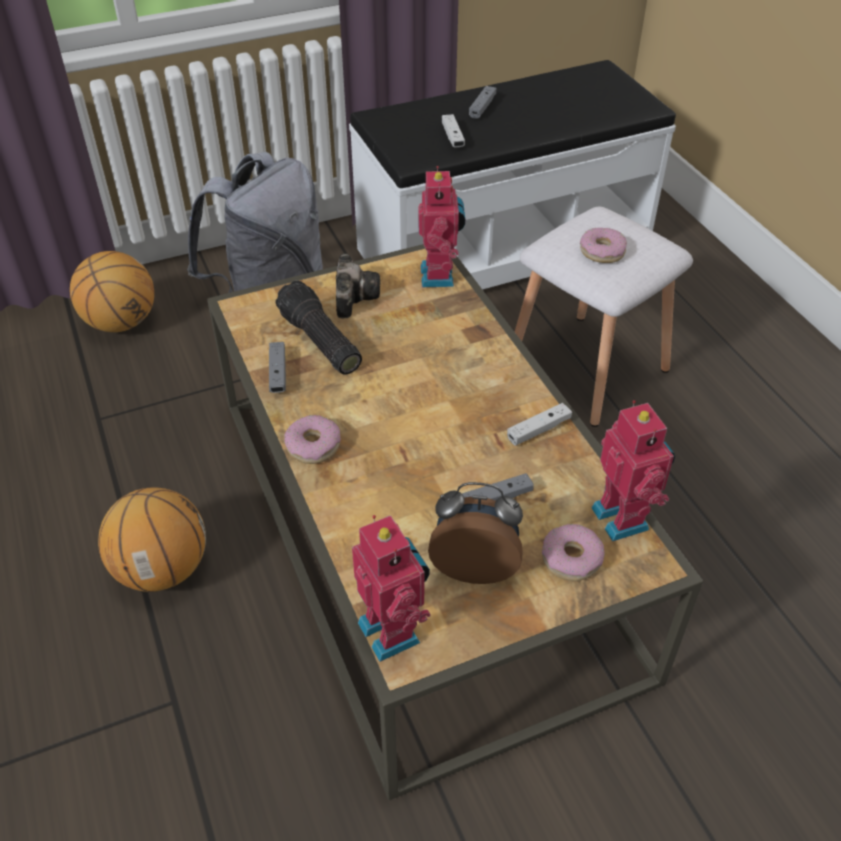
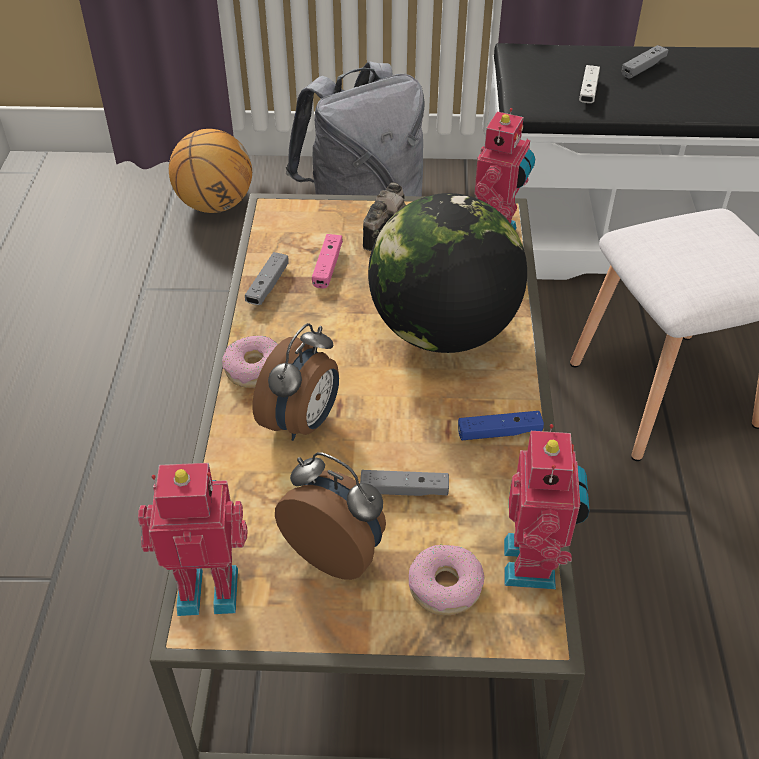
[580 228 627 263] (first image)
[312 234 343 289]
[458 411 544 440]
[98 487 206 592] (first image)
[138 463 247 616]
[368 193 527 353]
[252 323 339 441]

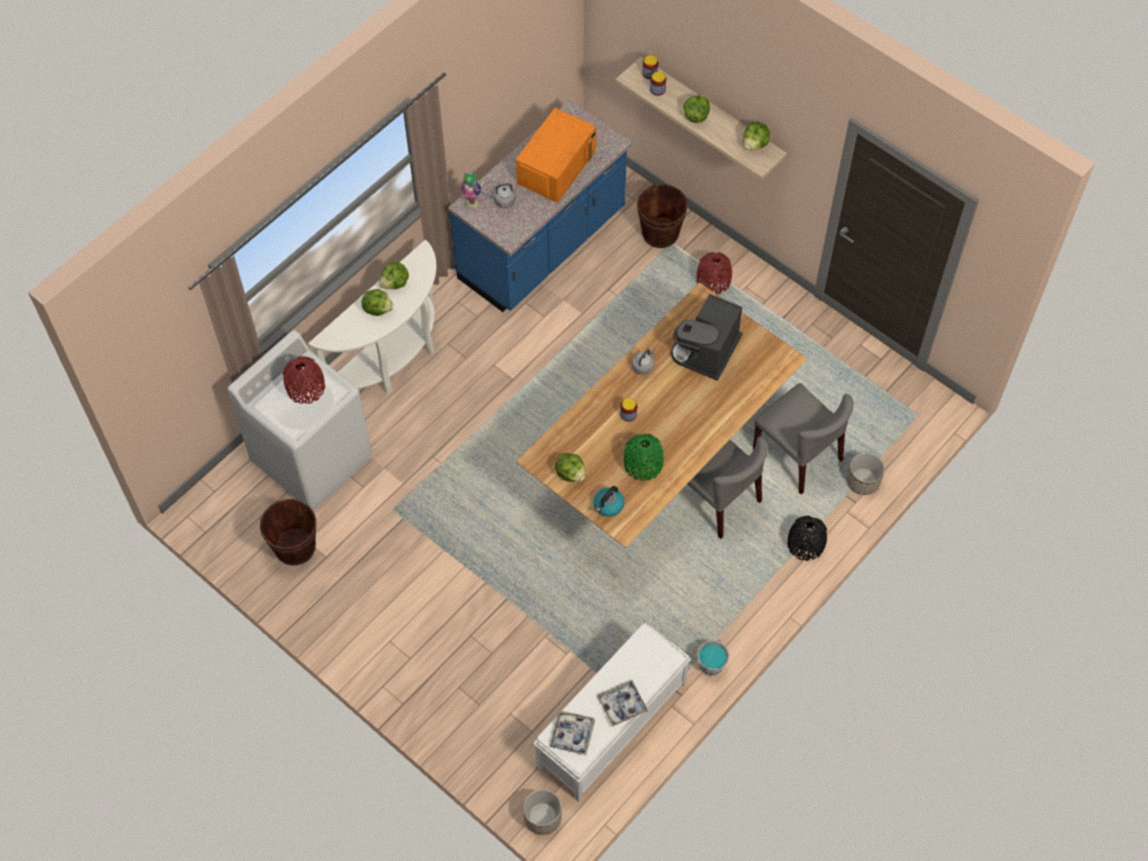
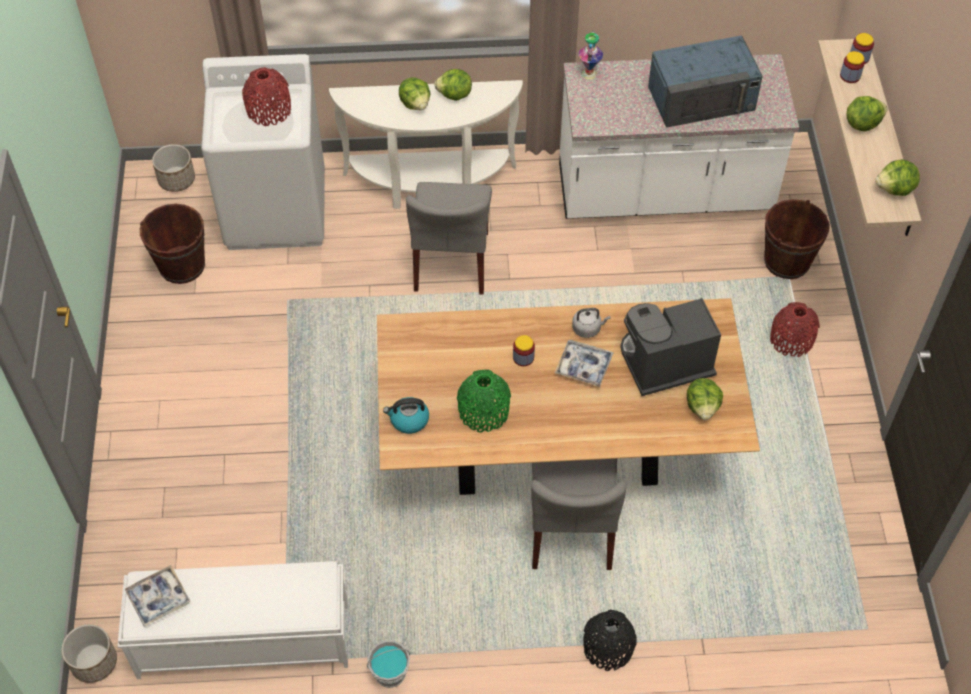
[559 54 799 219]
[648 35 763 127]
[487 183 516 208] (first image)
[406 182 492 295]
[687 378 723 420]
[152 144 195 192]
[554 340 614 387]

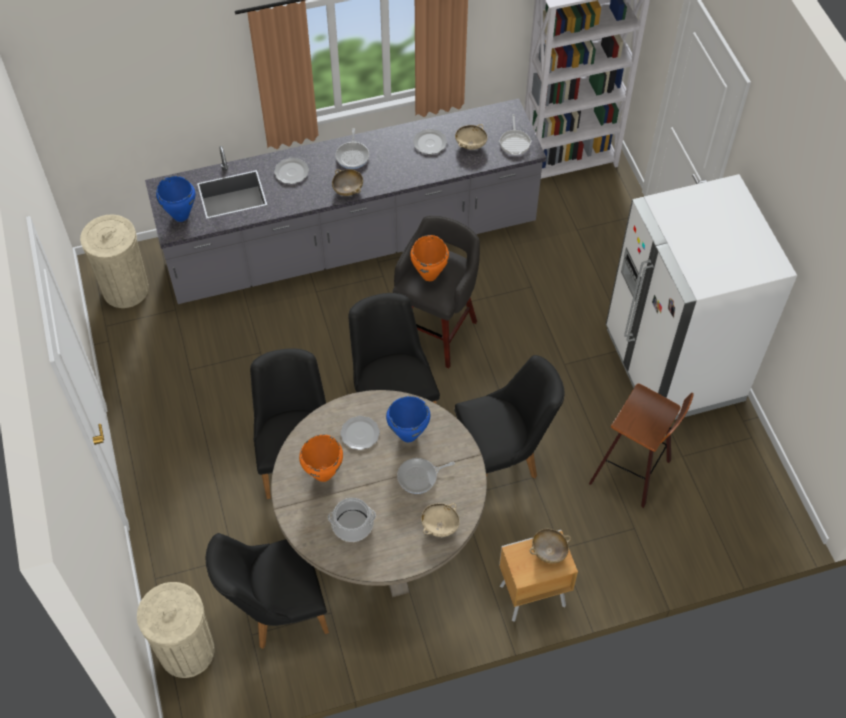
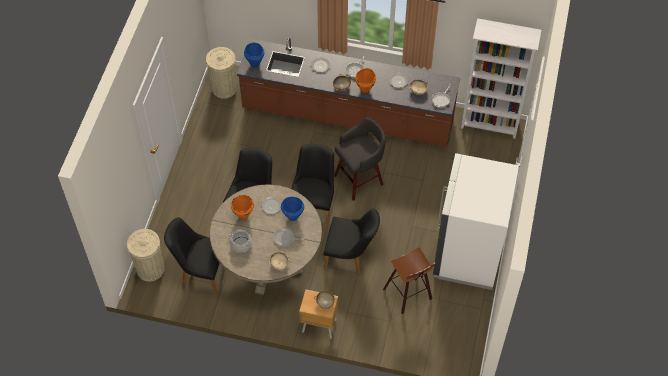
[237 38 460 147]
[355 68 376 93]

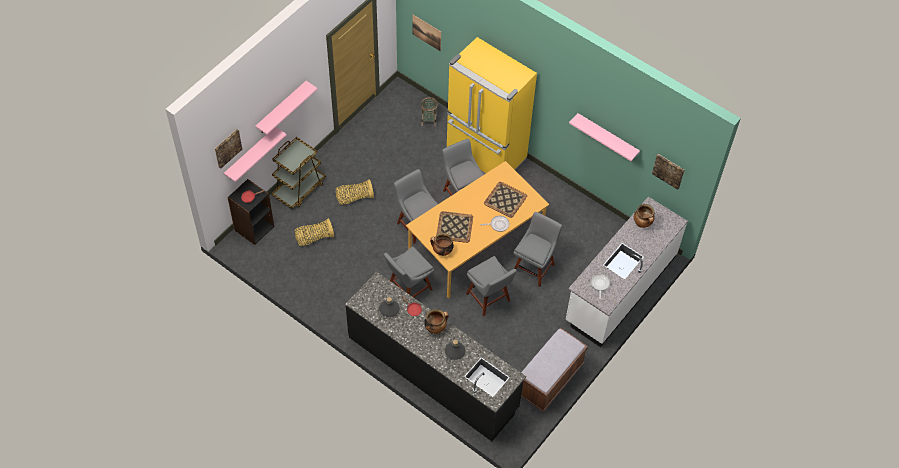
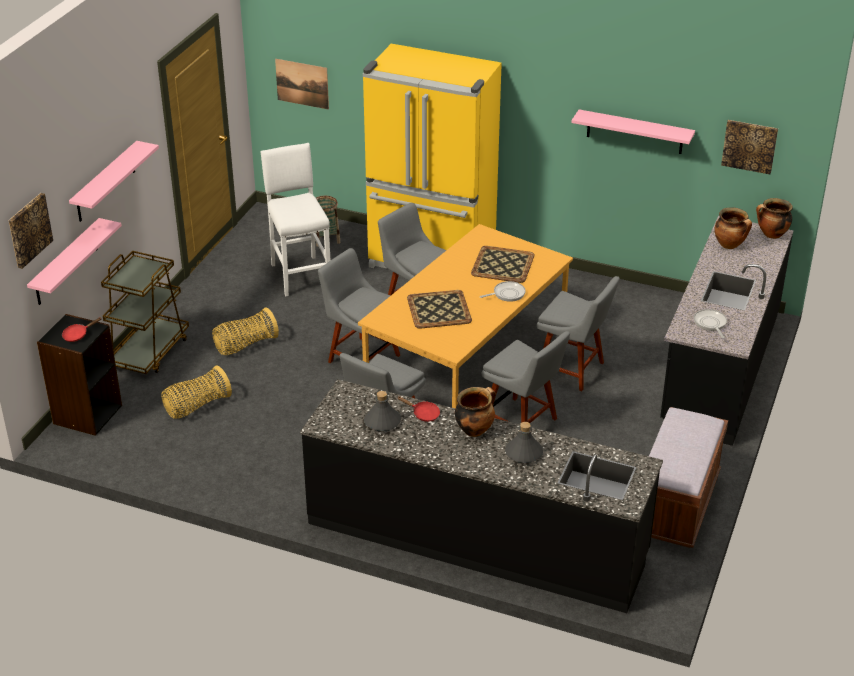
[660 216 794 446]
[537 276 620 391]
[756 198 793 239]
[260 143 331 296]

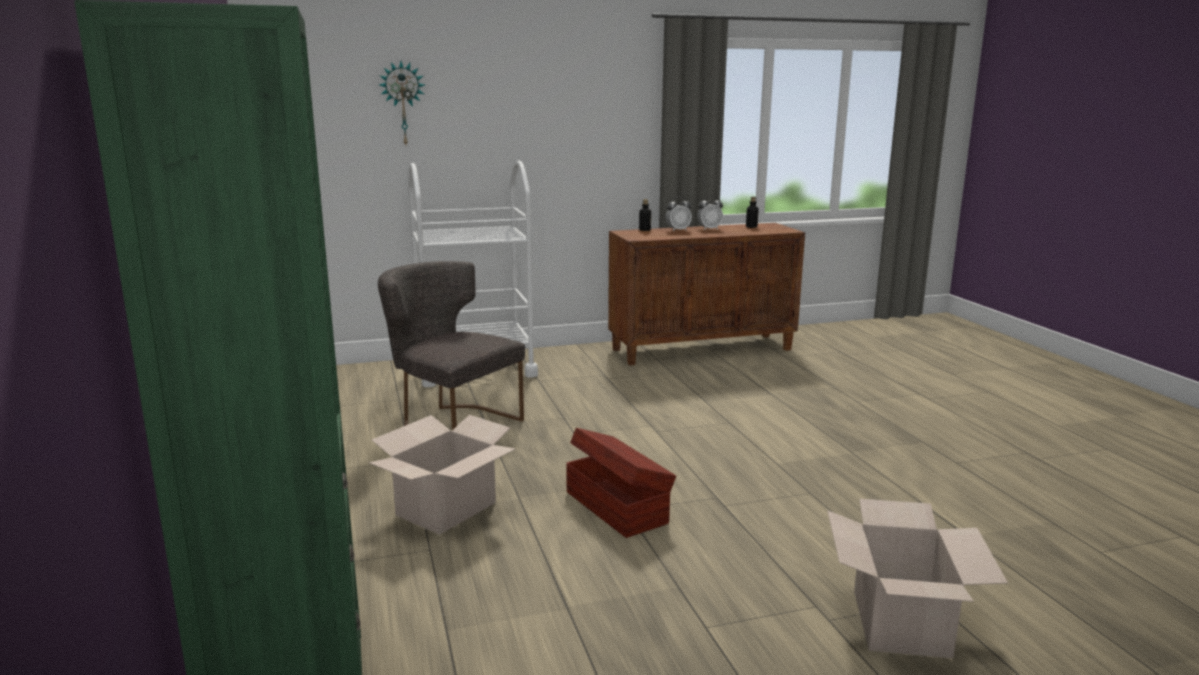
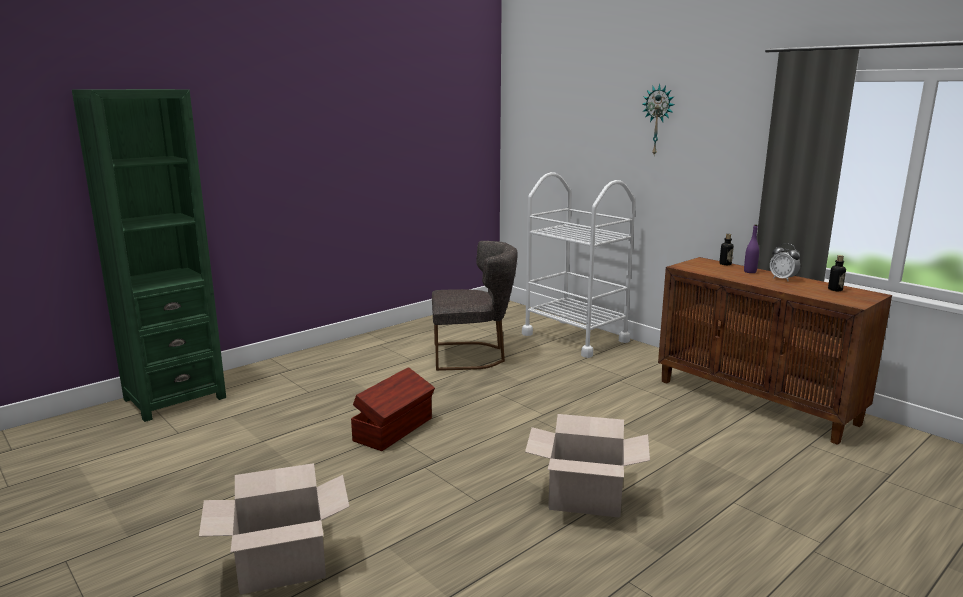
[642 84 675 155]
[744 224 759 273]
[432 241 518 371]
[525 414 650 518]

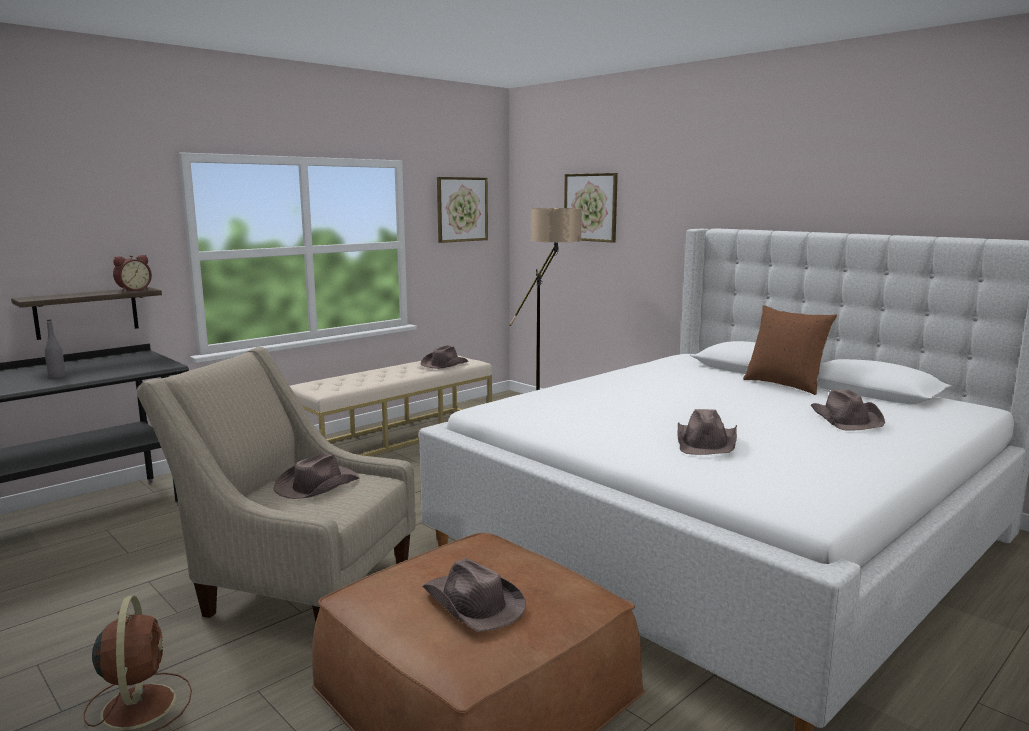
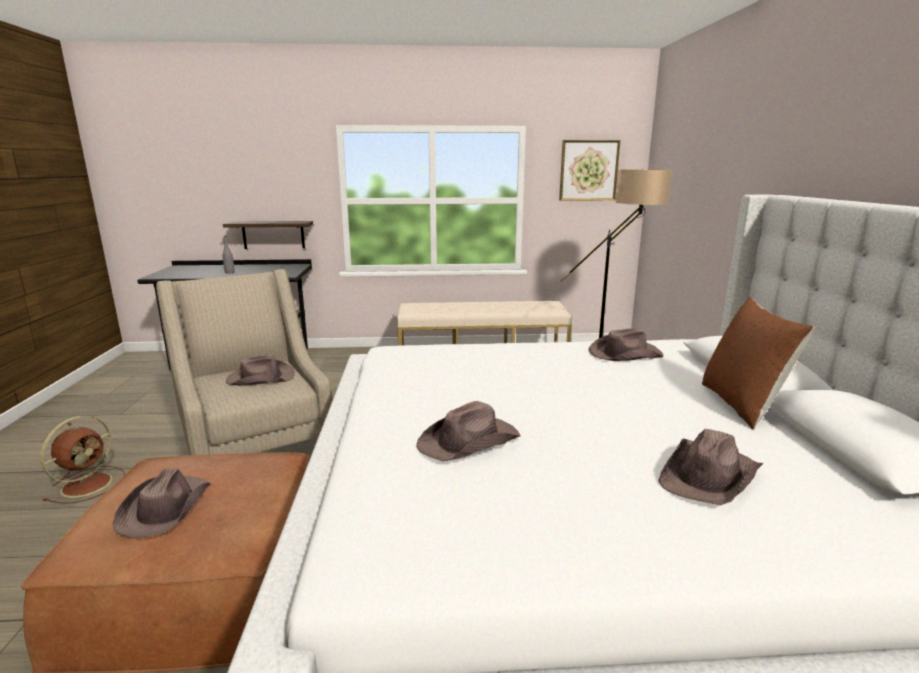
[564 173 618 243] (first image)
[113 255 152 292] (first image)
[589 328 664 361]

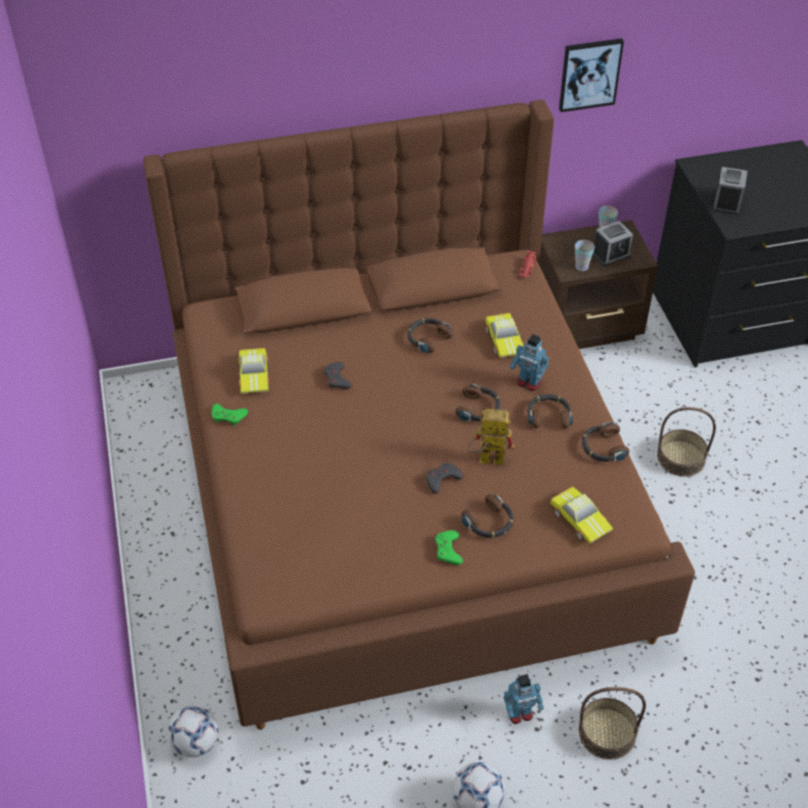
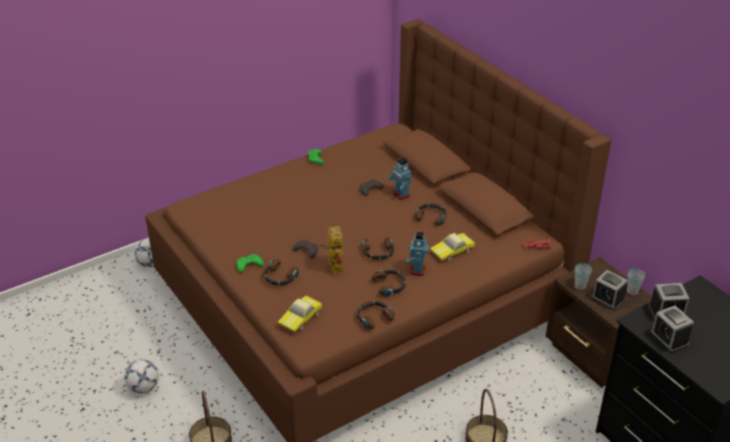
[559 38 624 112] (first image)
[238 348 269 394] (first image)
[387 157 412 200]
[650 305 694 353]

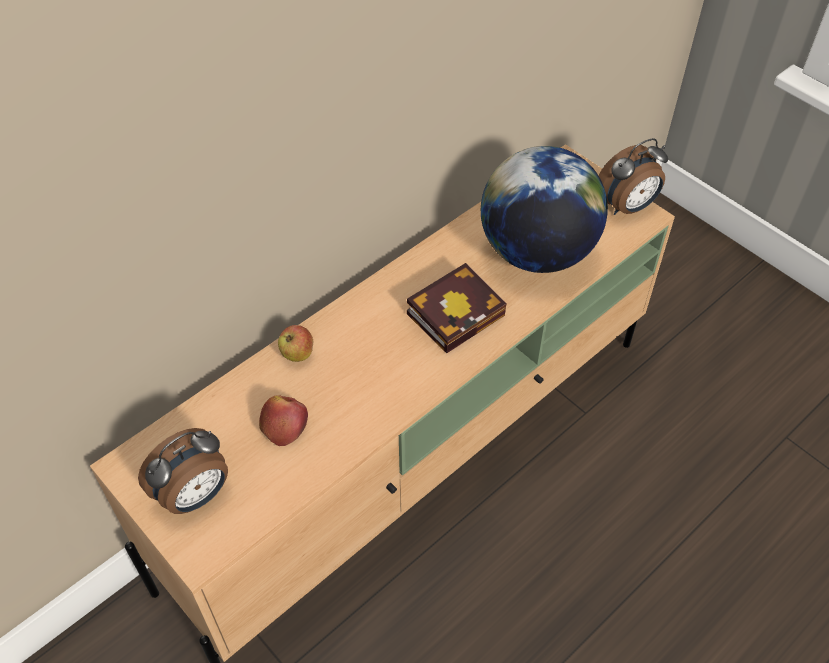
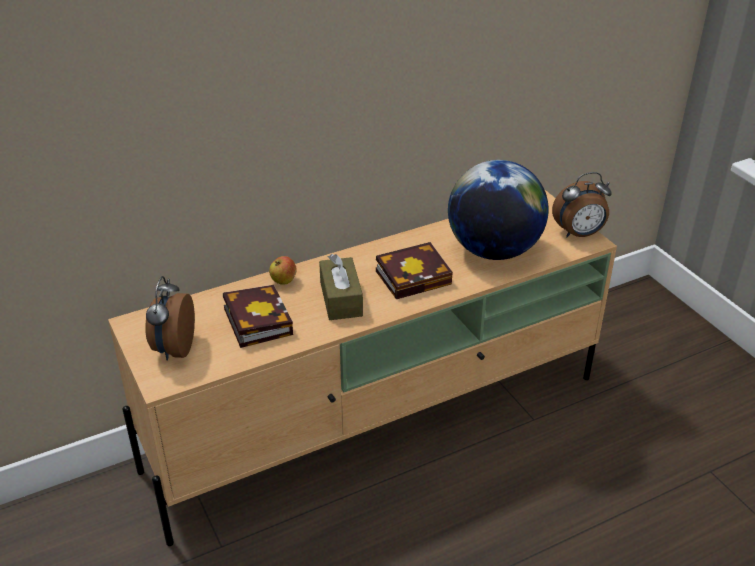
[223 285 293 348]
[145 276 195 361]
[319 254 363 320]

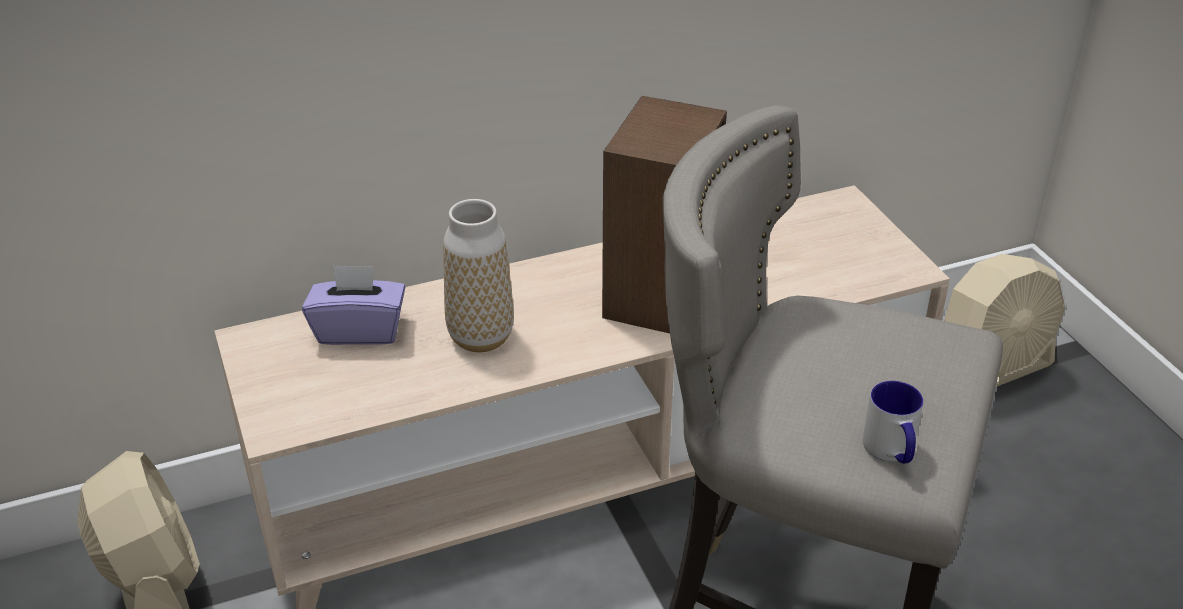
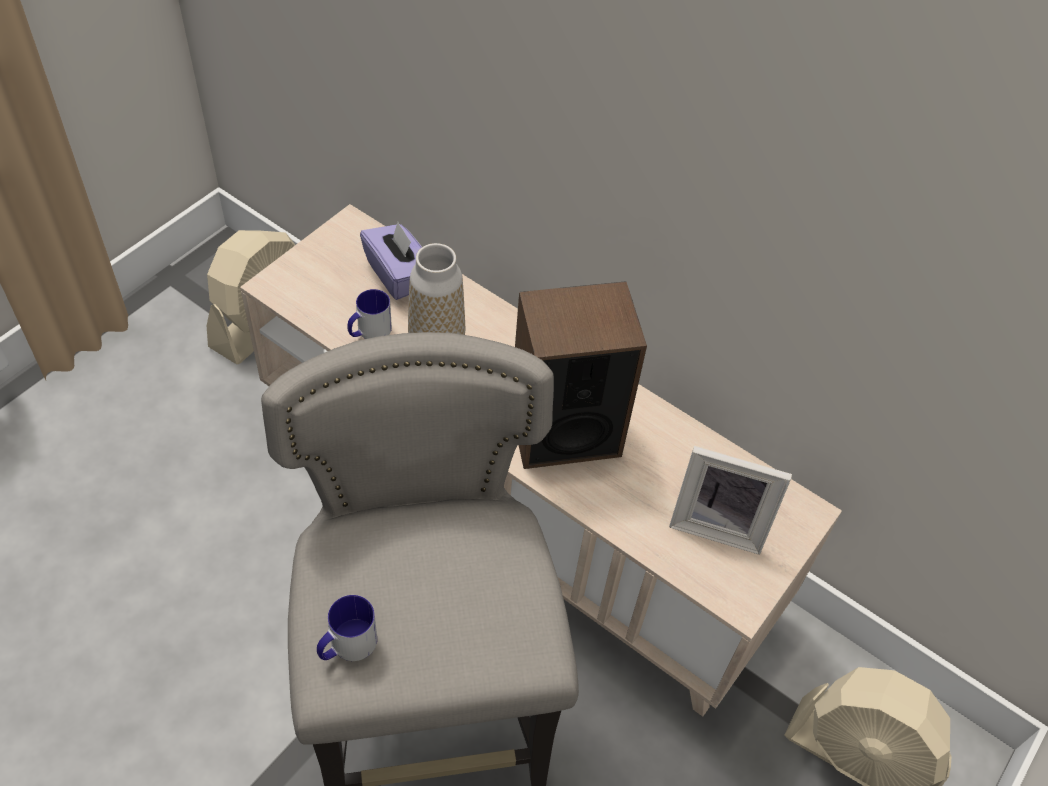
[347 289 392 339]
[669 446 792 555]

